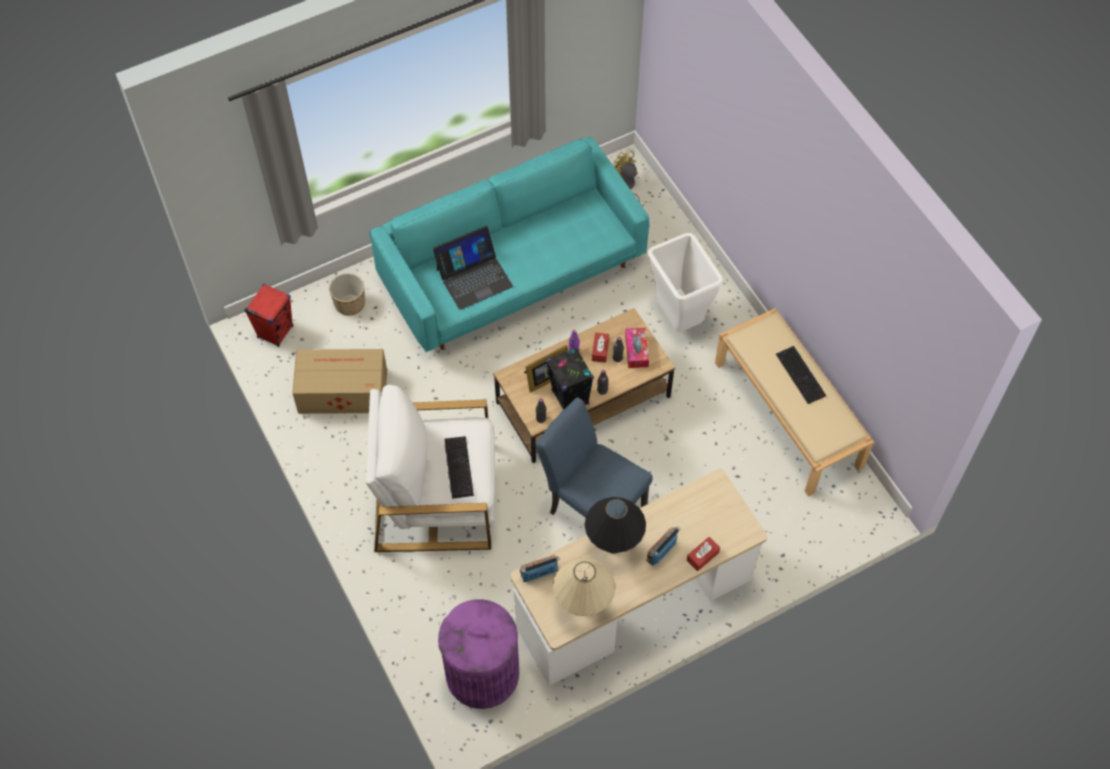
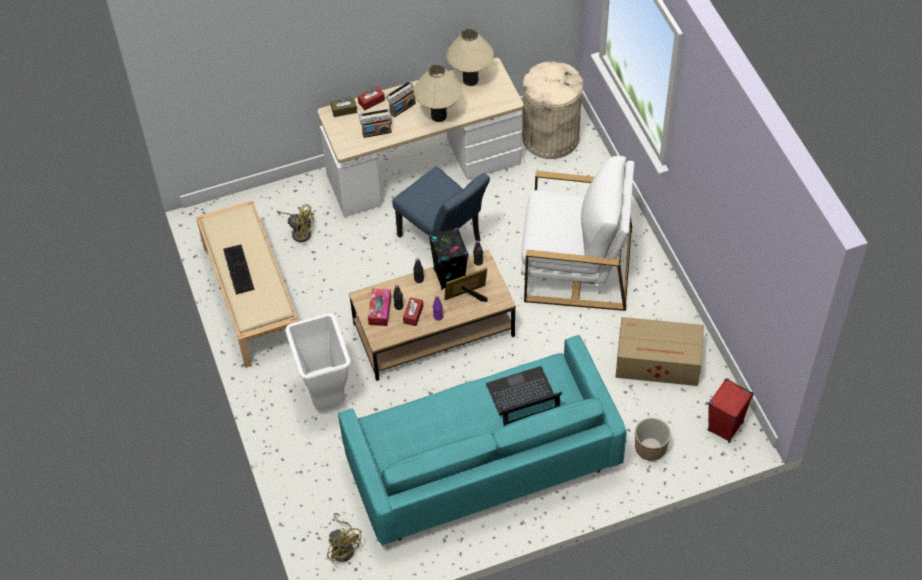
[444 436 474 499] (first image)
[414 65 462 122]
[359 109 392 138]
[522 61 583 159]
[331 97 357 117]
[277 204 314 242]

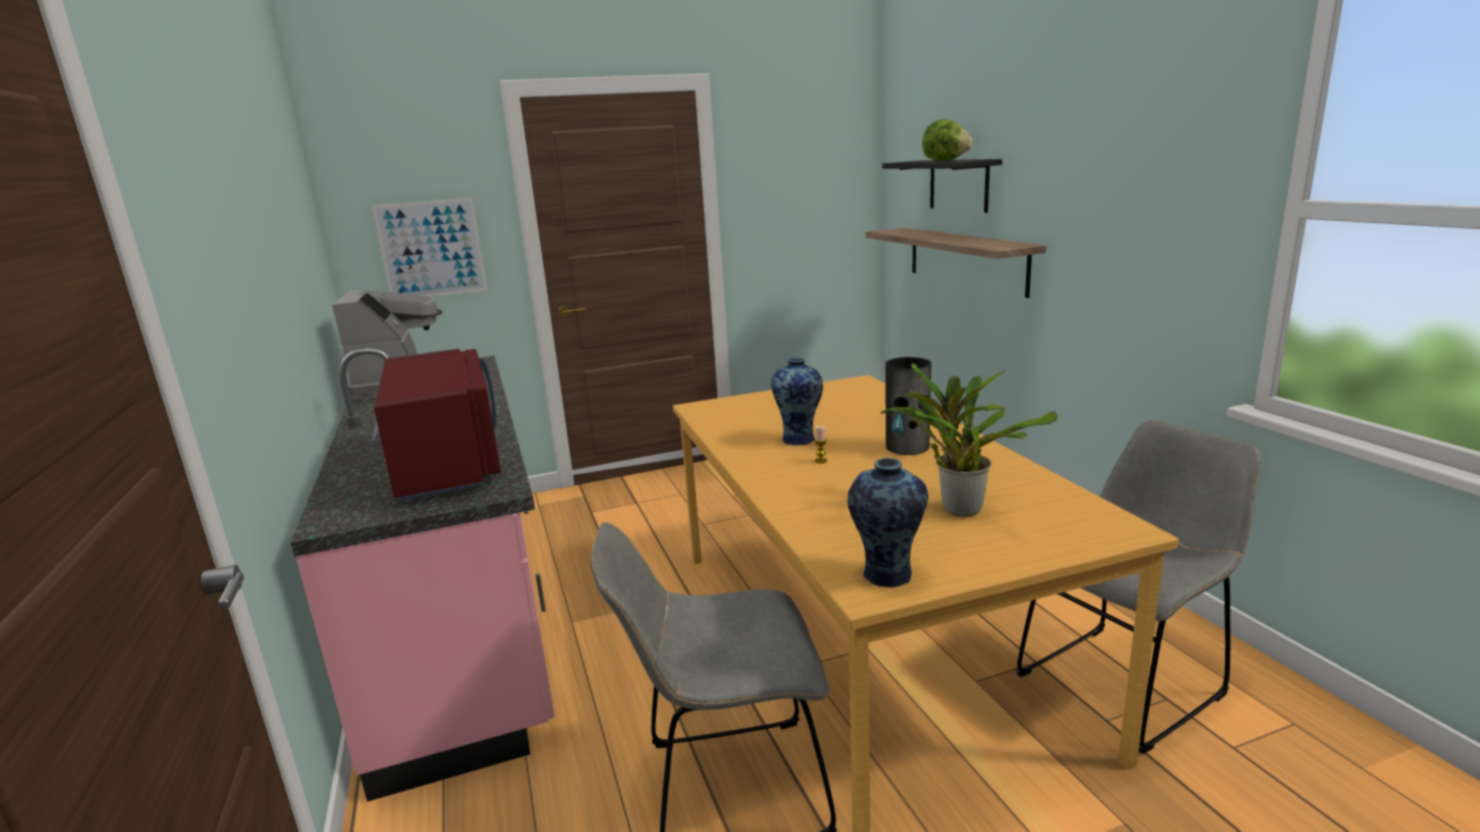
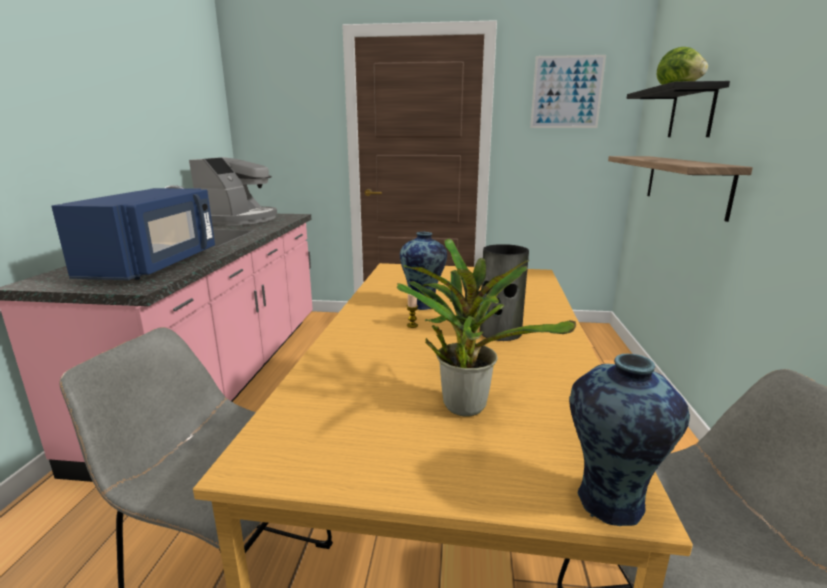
[530 55 606 128]
[51 188 215 280]
[569 354 690 526]

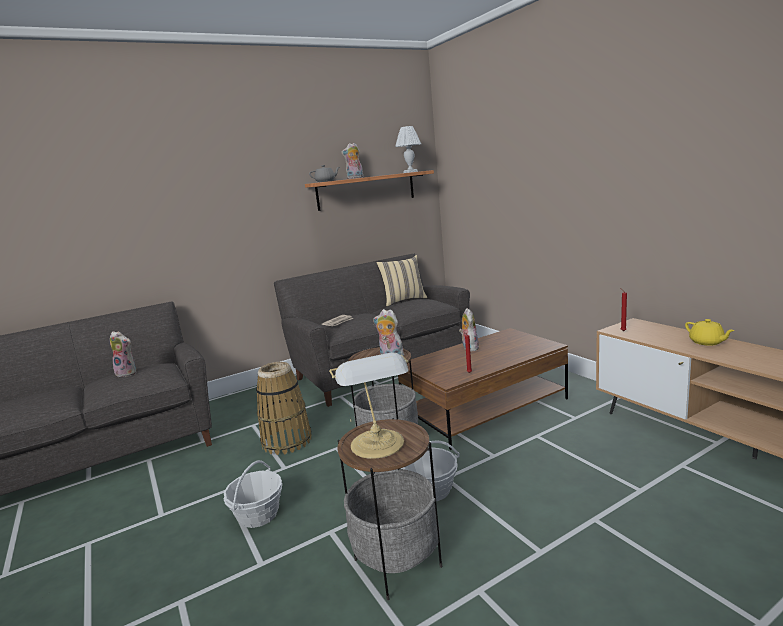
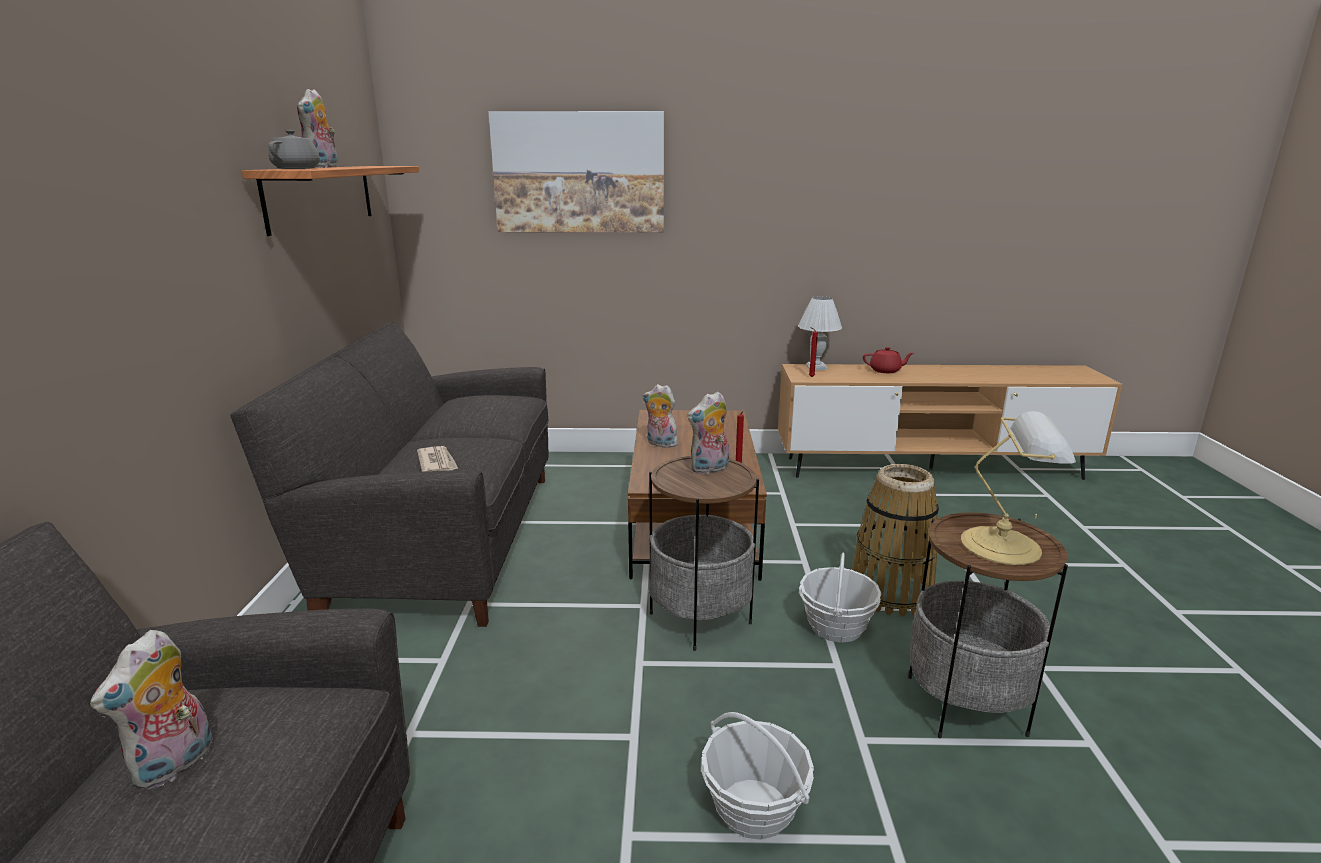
[798 296 842 370]
[376 255 427 307] (first image)
[863 347 914 373]
[90 630 213 790]
[852 464 939 617]
[488 111 664 232]

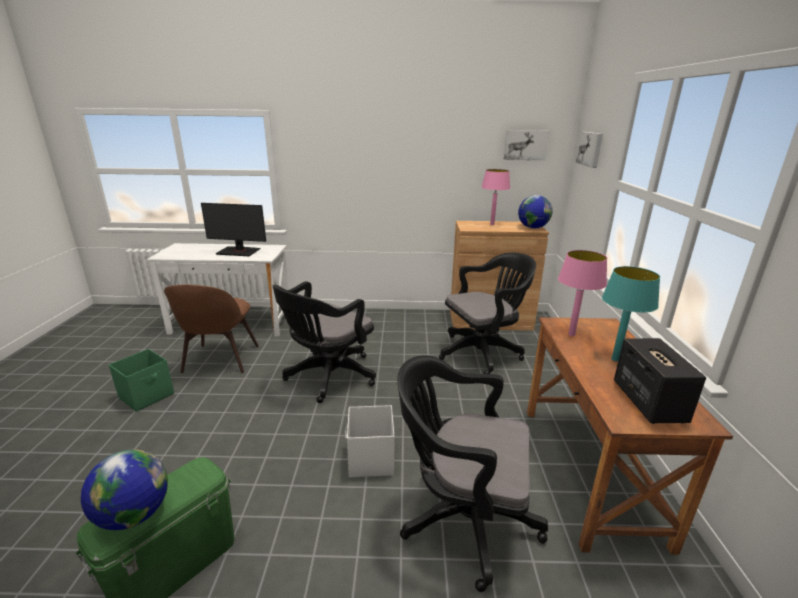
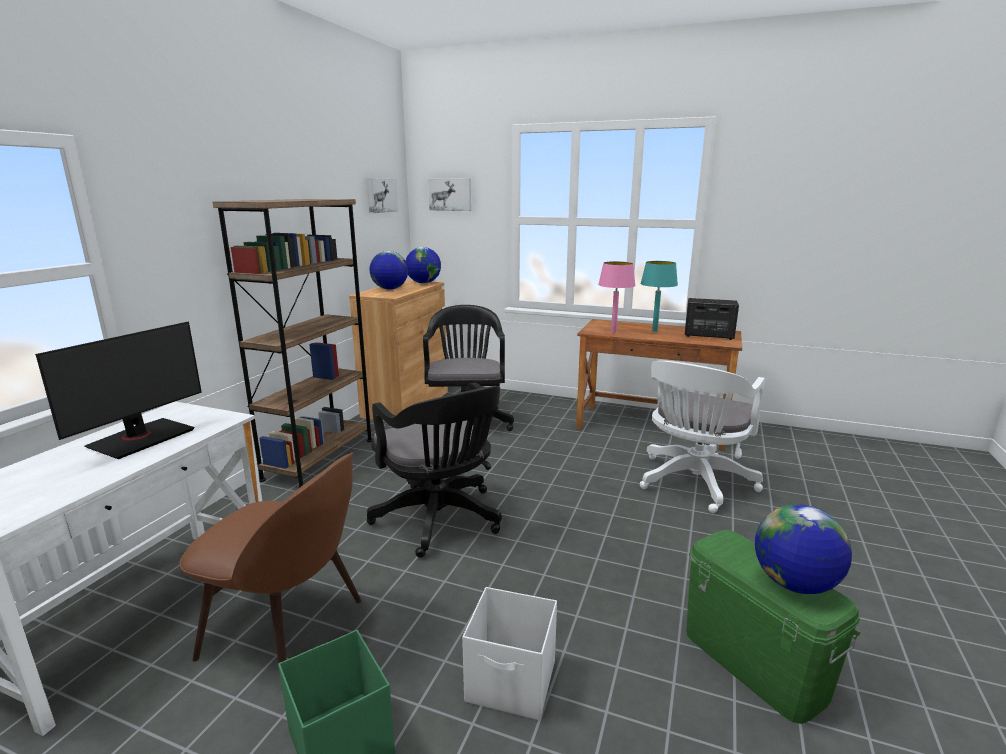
[370 251 408 290]
[640 361 765 513]
[462 587 557 720]
[212 199 373 489]

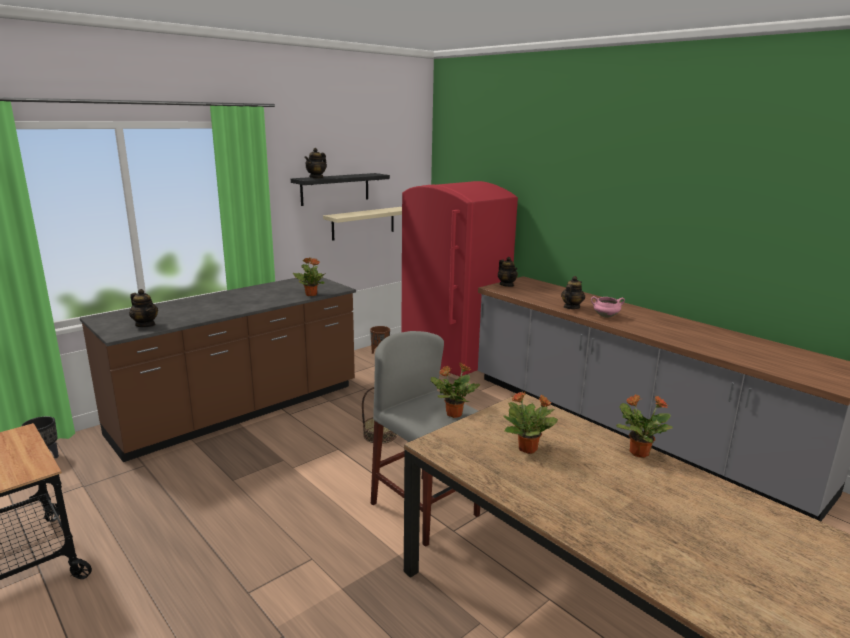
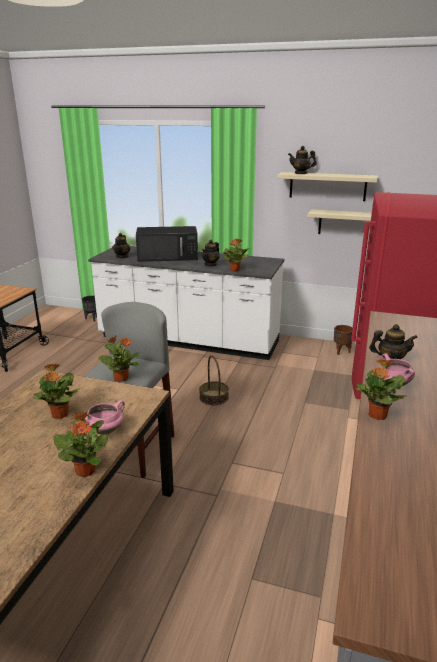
[277 172 378 201]
[202 239 219 267]
[88 246 284 360]
[136 226 198 262]
[356 358 406 420]
[84 400 125 435]

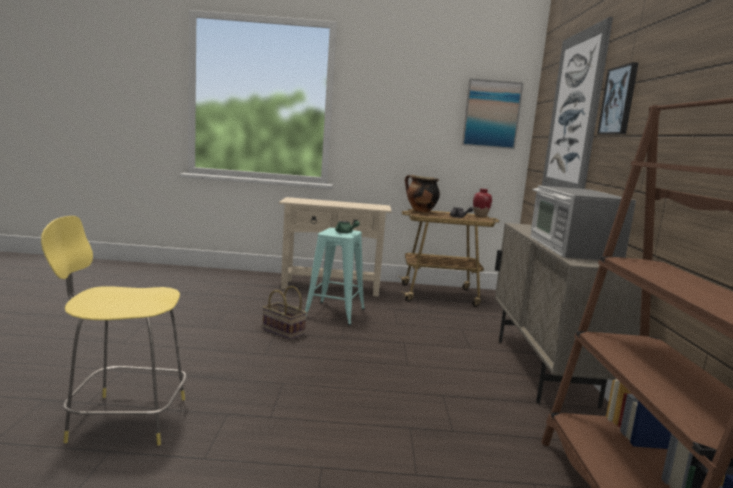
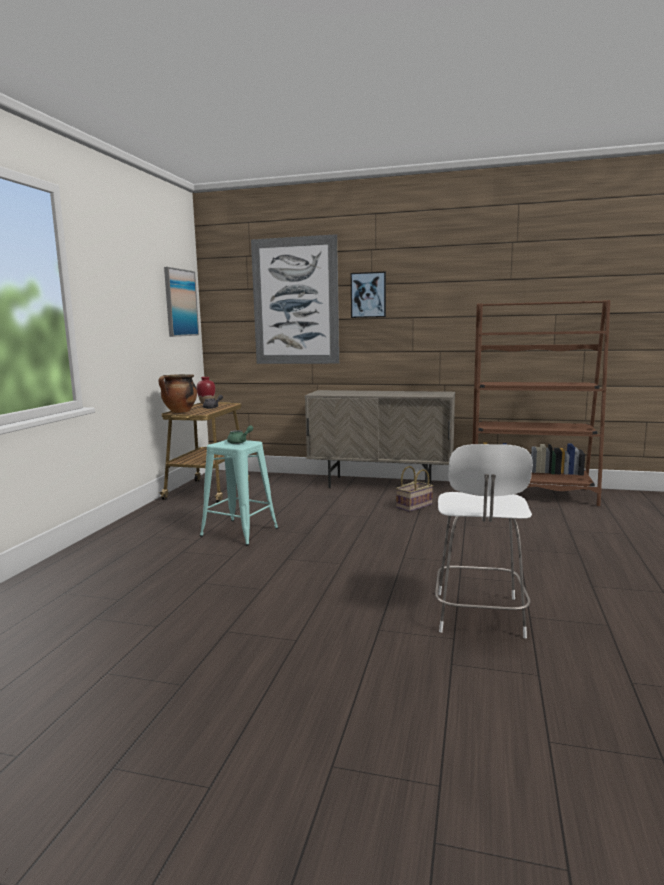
[530 185 636 260] (first image)
[279 197 392 297] (first image)
[435 444 533 638]
[396 466 433 512]

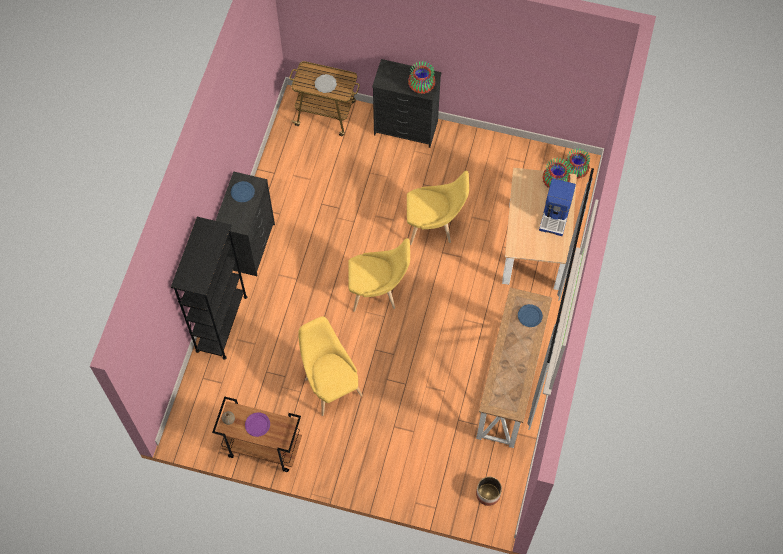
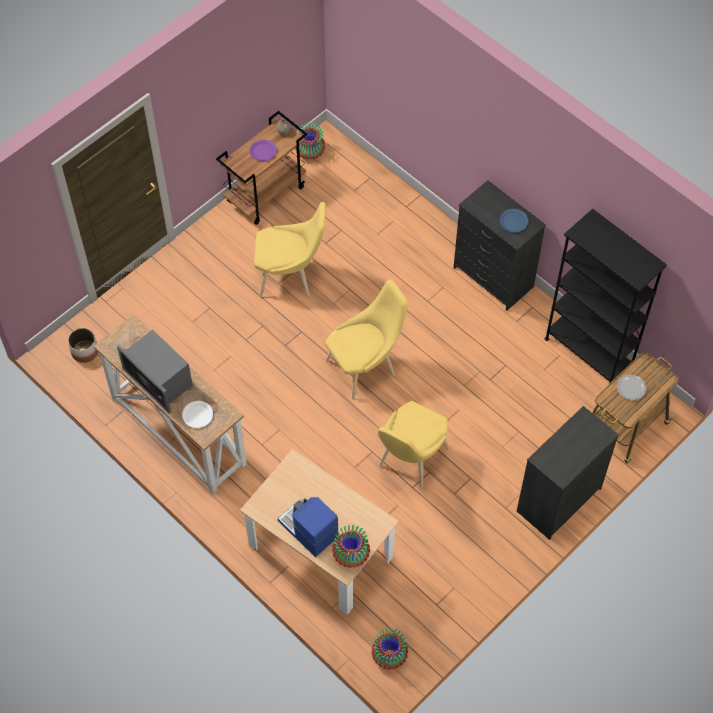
[295 123 325 160]
[545 209 667 384]
[326 280 408 400]
[182 401 213 428]
[117 329 193 414]

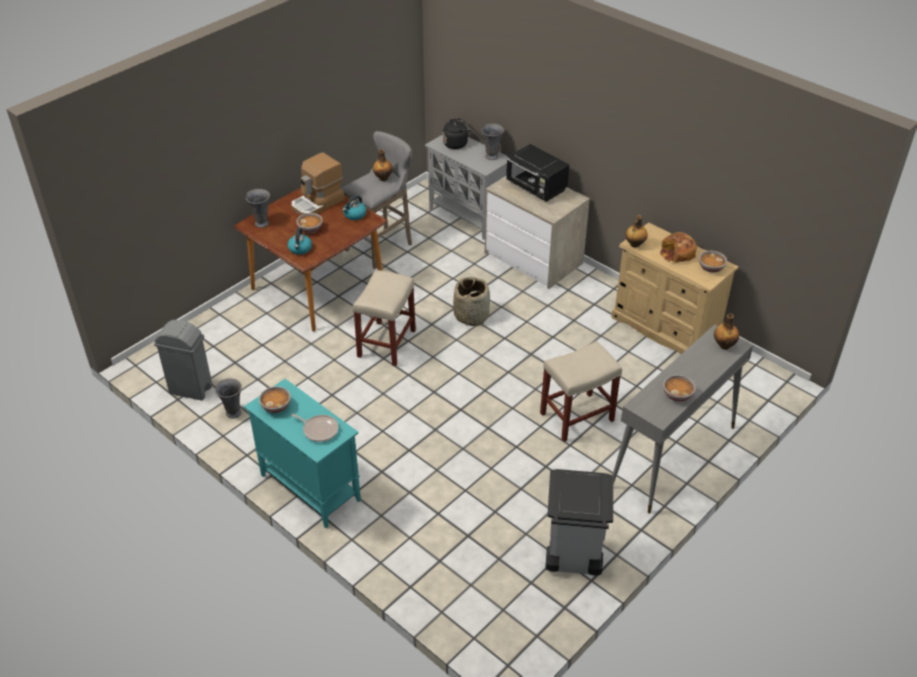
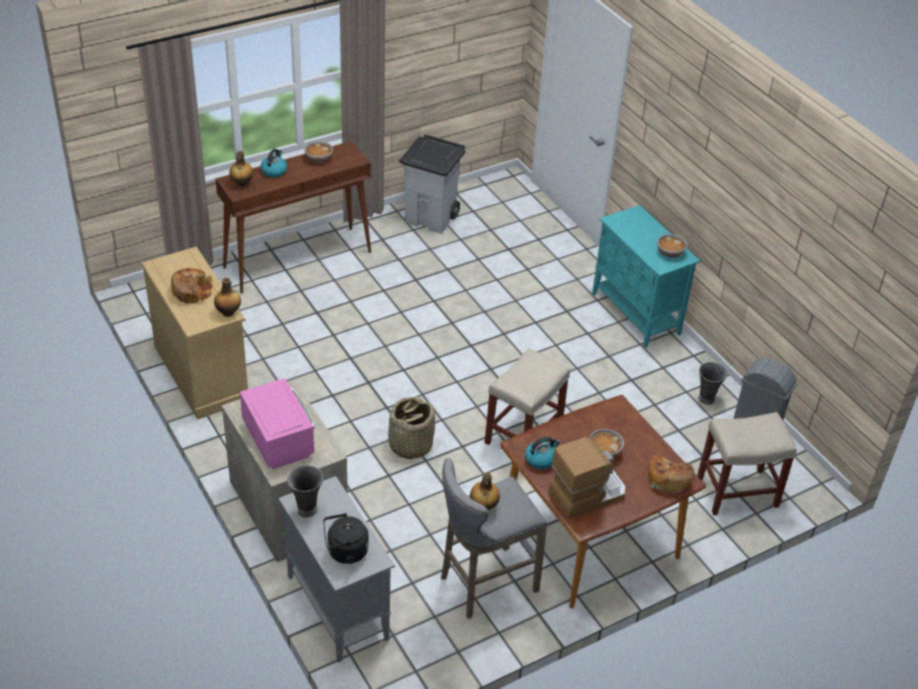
[240 378 315 469]
[648 455 694 493]
[261 149 287 177]
[699 251 727 273] (first image)
[216 141 371 294]
[697 412 797 515]
[291 414 339 442] (first image)

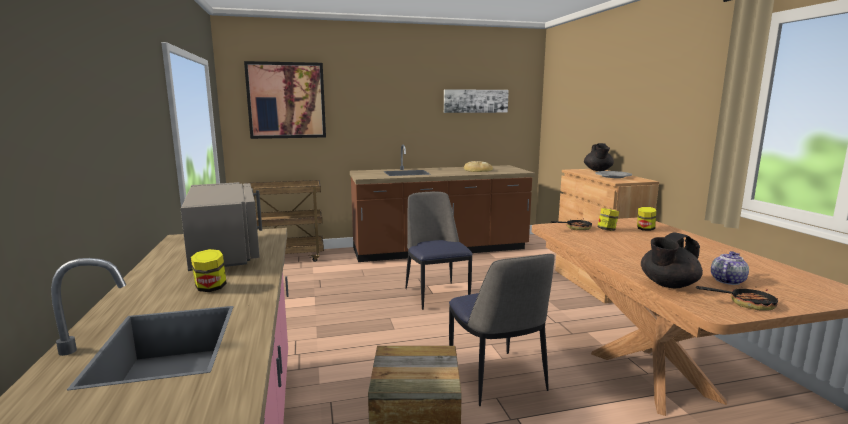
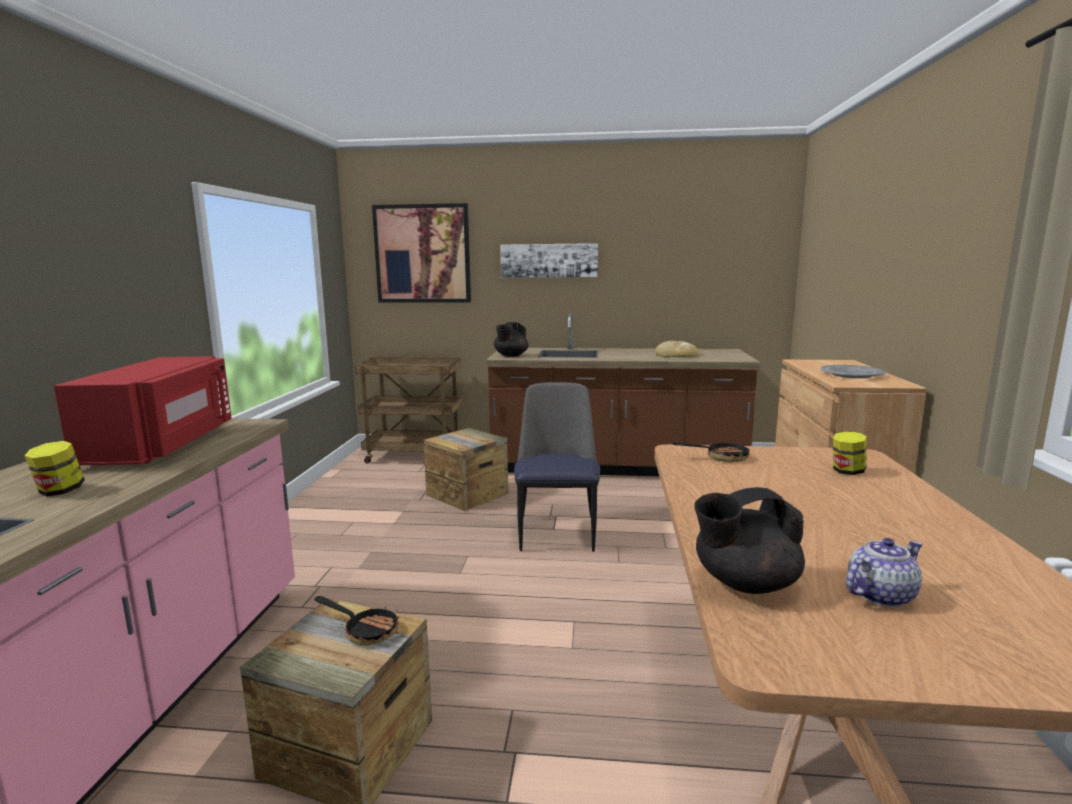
[500 243 598 278]
[494 322 529 357]
[54 356 231 465]
[597 208 619 231] (first image)
[449 254 555 406] (first image)
[315 596 399 646]
[423 428 508 511]

